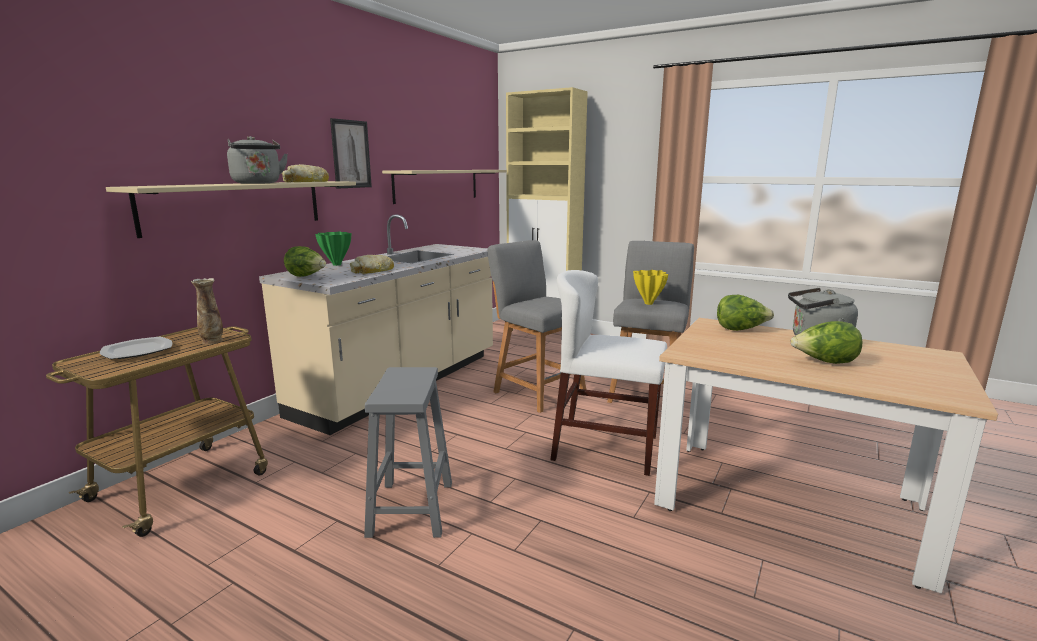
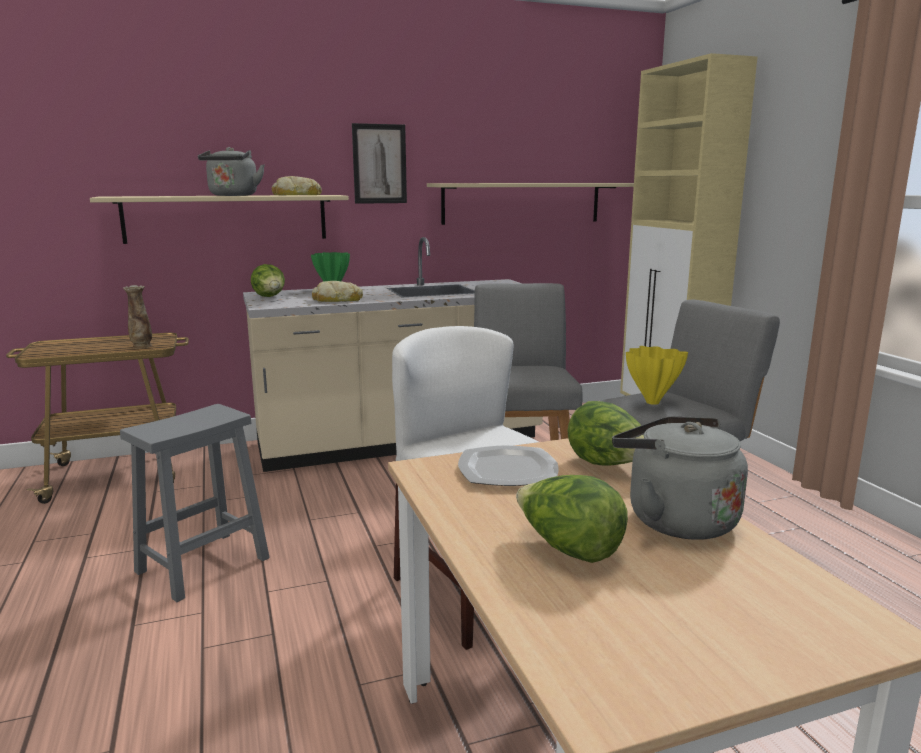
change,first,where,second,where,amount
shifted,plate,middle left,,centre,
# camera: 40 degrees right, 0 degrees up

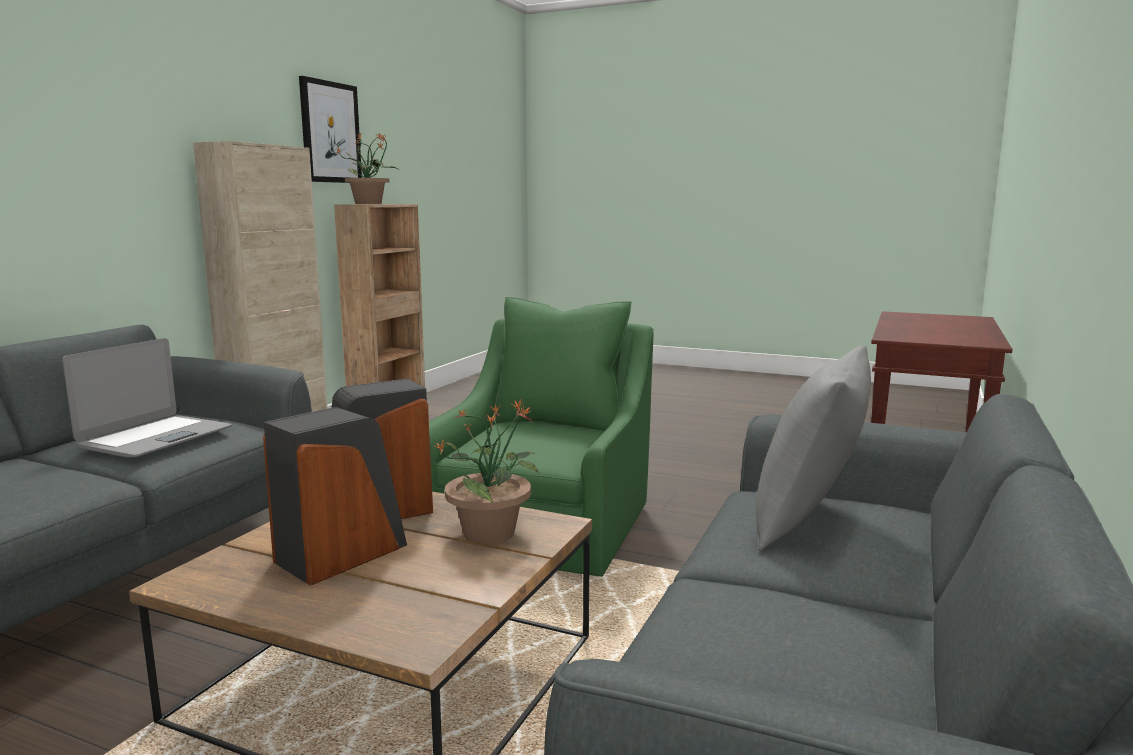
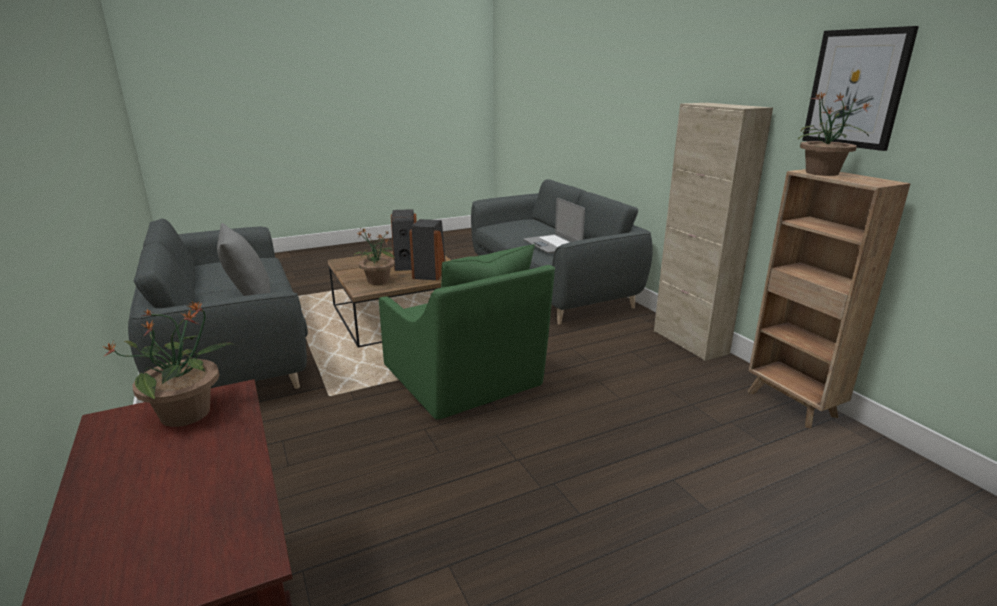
change,first,where,second,where,amount
new,,,potted plant (no. 1 from left),middle left,
# camera: 130 degrees right, 10 degrees up

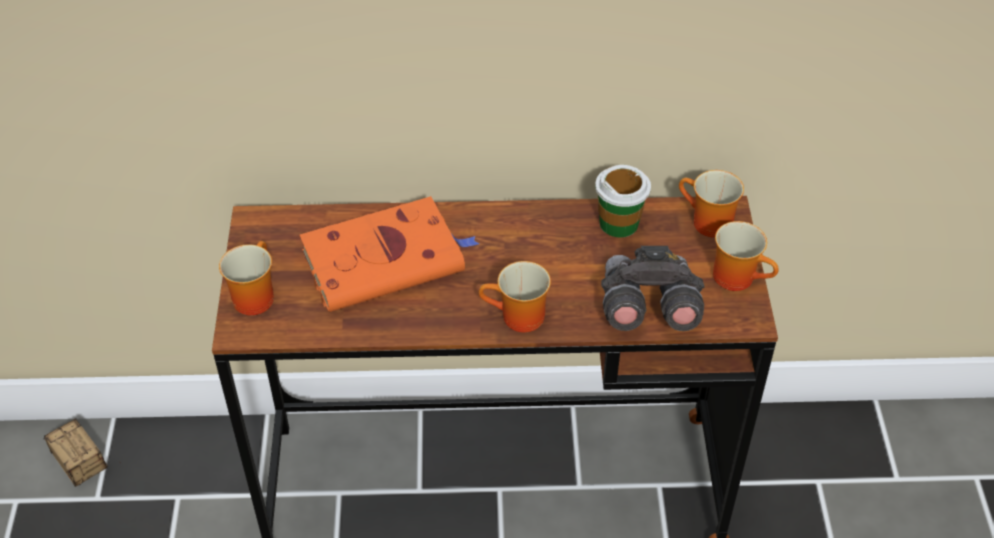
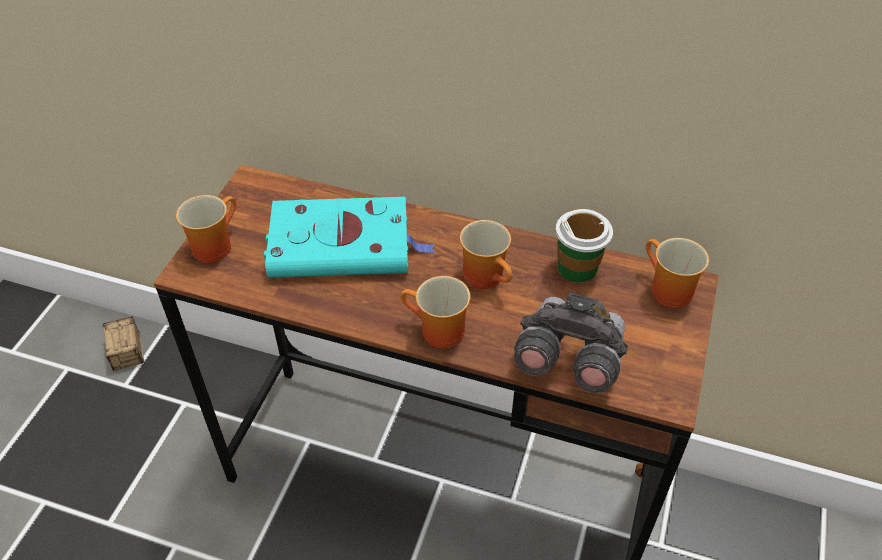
change,first,where,second,where,amount
repainted,book (orange),centre,book (turquoise),centre,
shifted,mug (no. 4 from left in the first image),middle right,mug (no. 3 from left),centre,
# camera: 20 degrees right, 0 degrees up

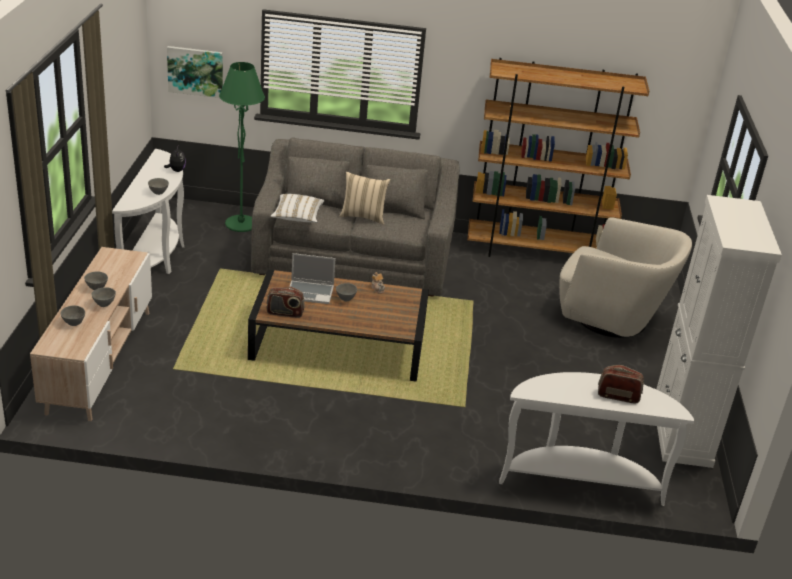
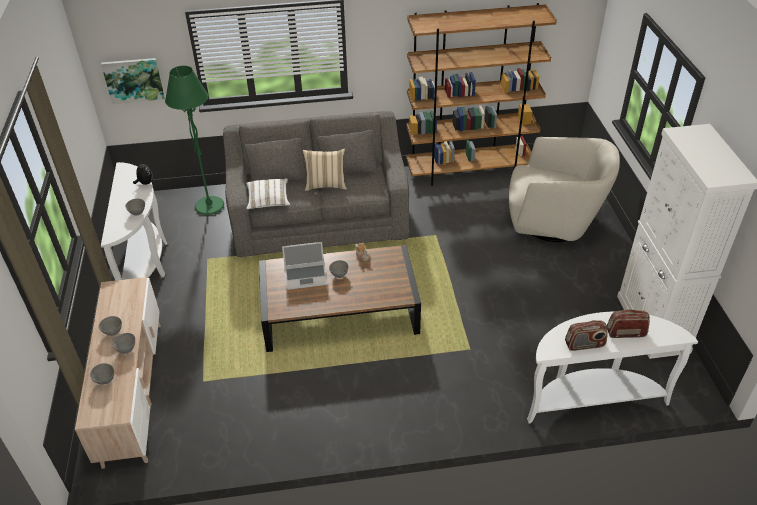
change,first,where,second,where,amount
shifted,radio (no. 1 from left),centre,,middle right,
# camera: 10 degrees left, 10 degrees up

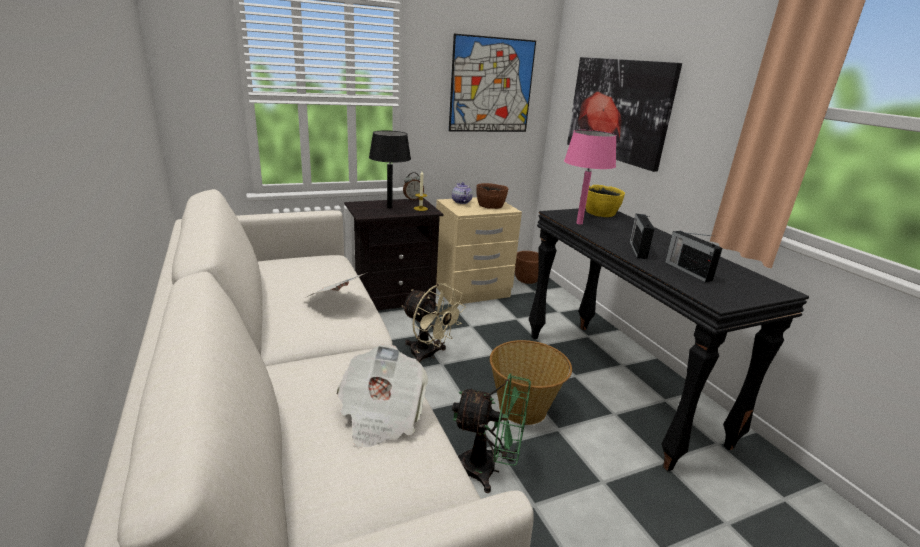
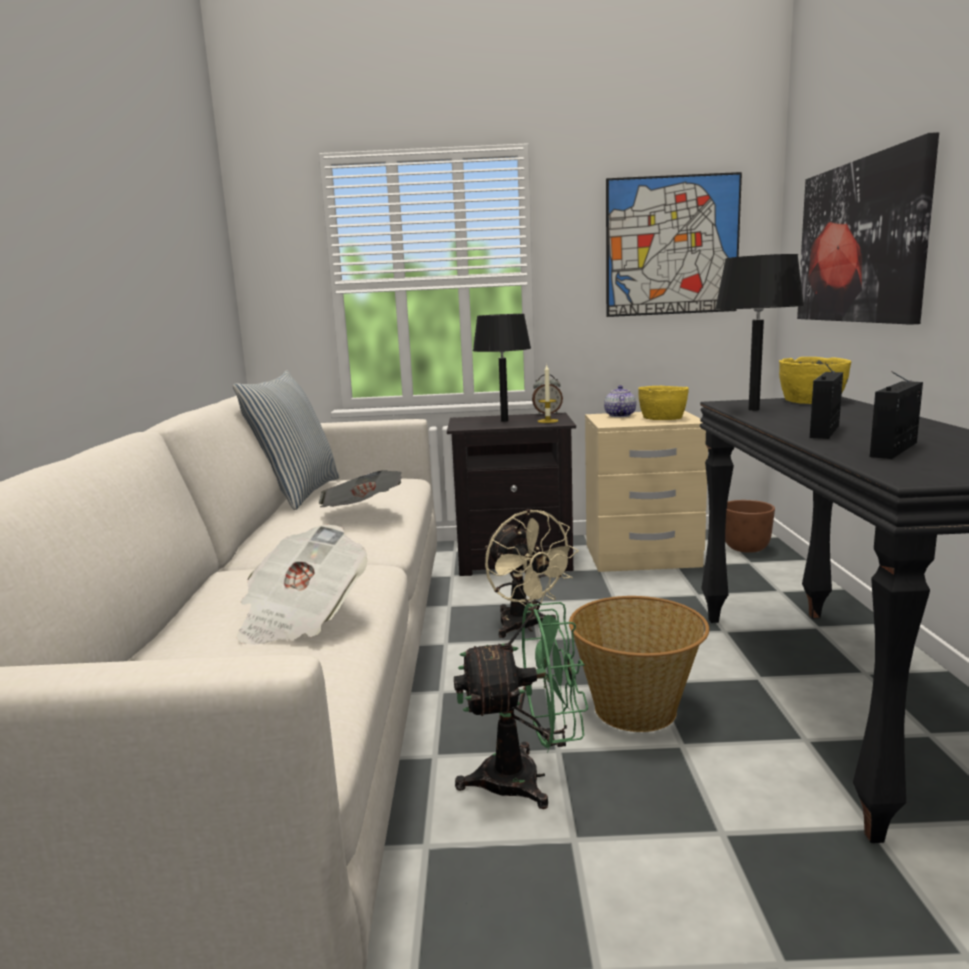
change,first,where,second,where,amount
rotated,fan (green),bottom centre,,bottom centre,45 degrees counterclockwise
repainted,bowl (brown),centre,bowl (yellow) (no. 1 from left),middle right,
repainted,table lamp (pink),top centre,table lamp (black) (no. 2 from left),middle right,
rotated,radio (no. 2 from left),middle right,,middle right,45 degrees clockwise
new,,,pillow,middle left,
# camera: 25 degrees right, 10 degrees down

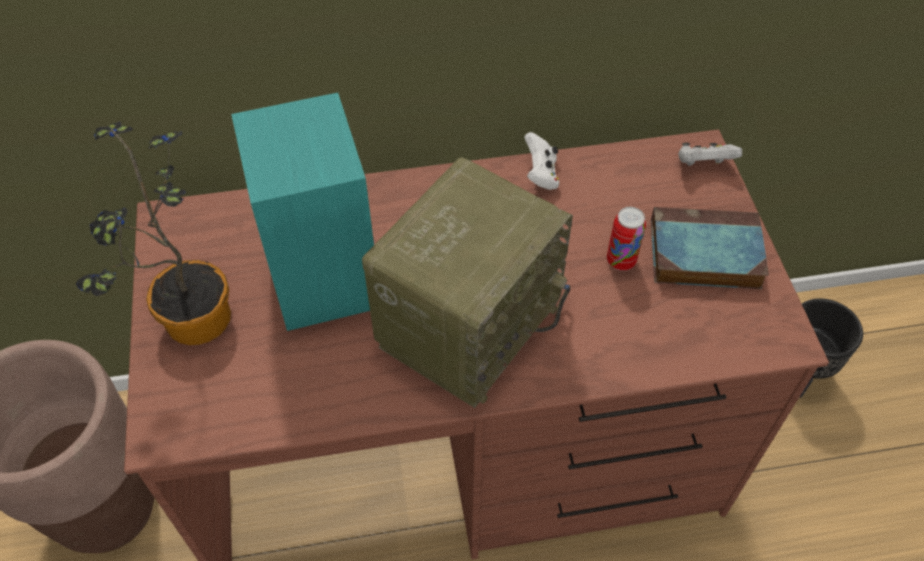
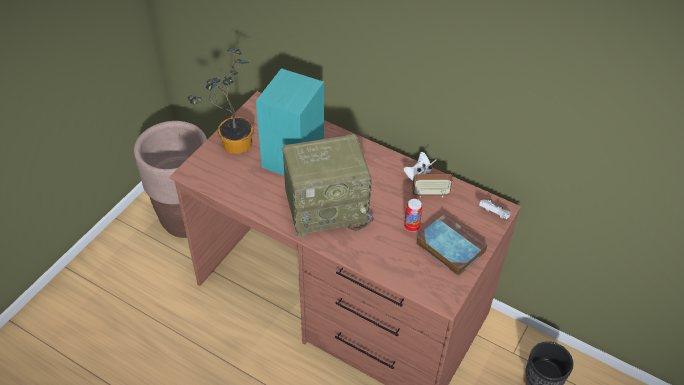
change,first,where,second,where,amount
new,,,radio (no. 2 from left),centre,
# camera: 40 degrees right, 5 degrees down

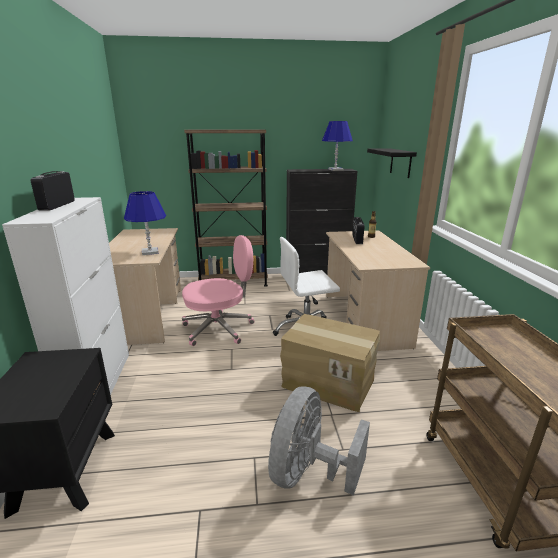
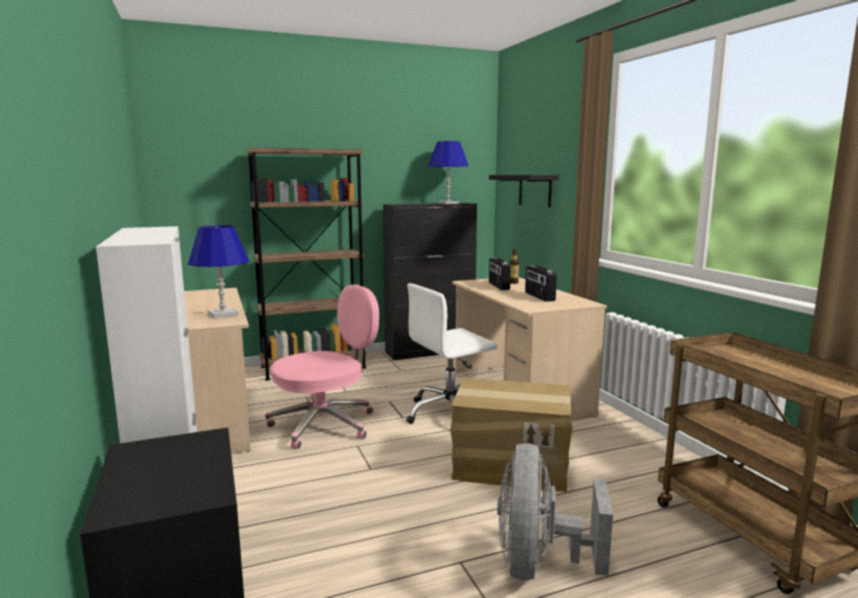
change,first,where,second,where,amount
shifted,radio (no. 1 from left in the first image),middle left,radio (no. 2 from left),centre,
# camera: 15 degrees left, 10 degrees down

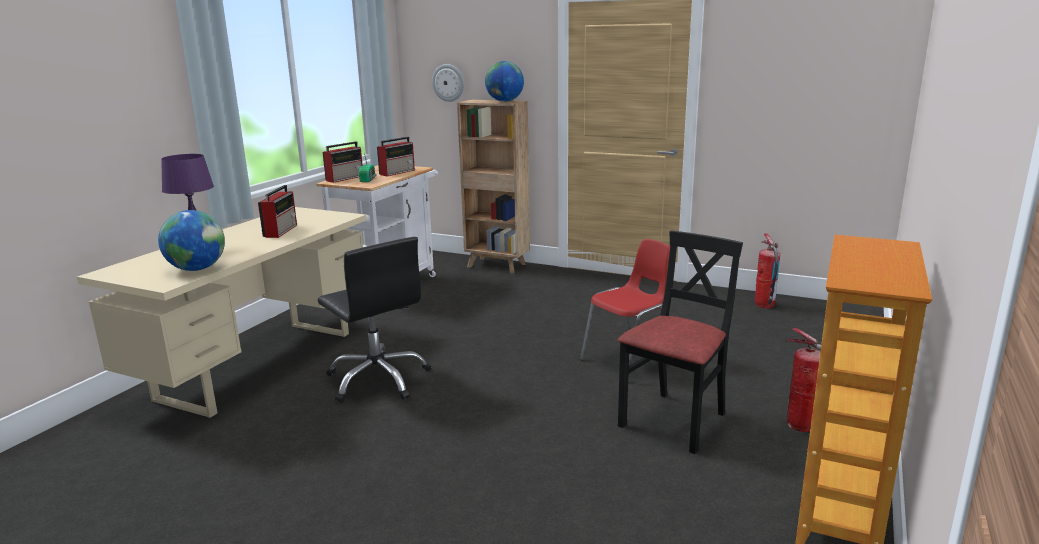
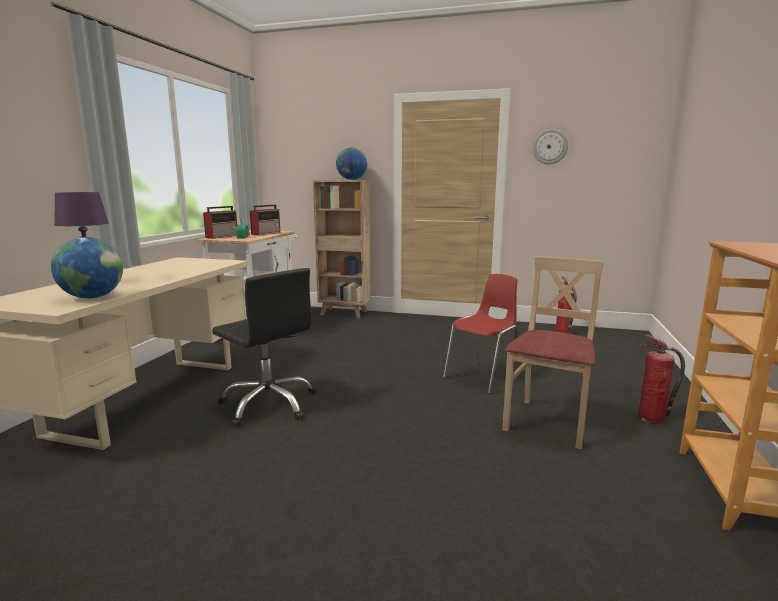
change,first,where,second,where,amount
gone,radio (no. 1 from left),middle left,,,
shifted,wall clock,top centre,,top right,
repainted,chair (black),centre,chair (beige),middle right,
# camera: 10 degrees left, 5 degrees down

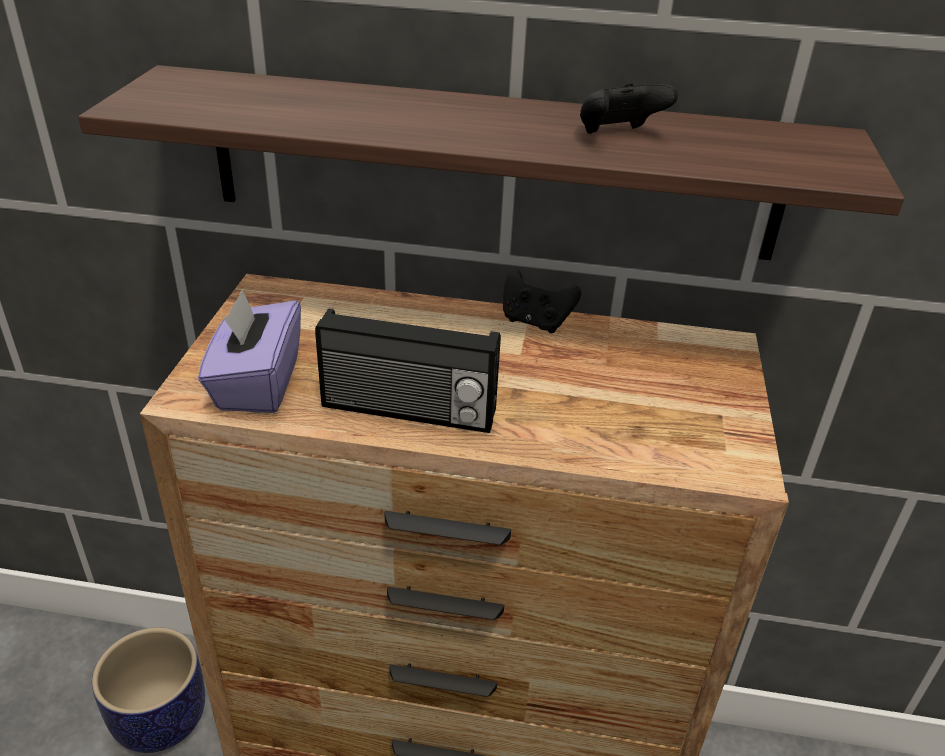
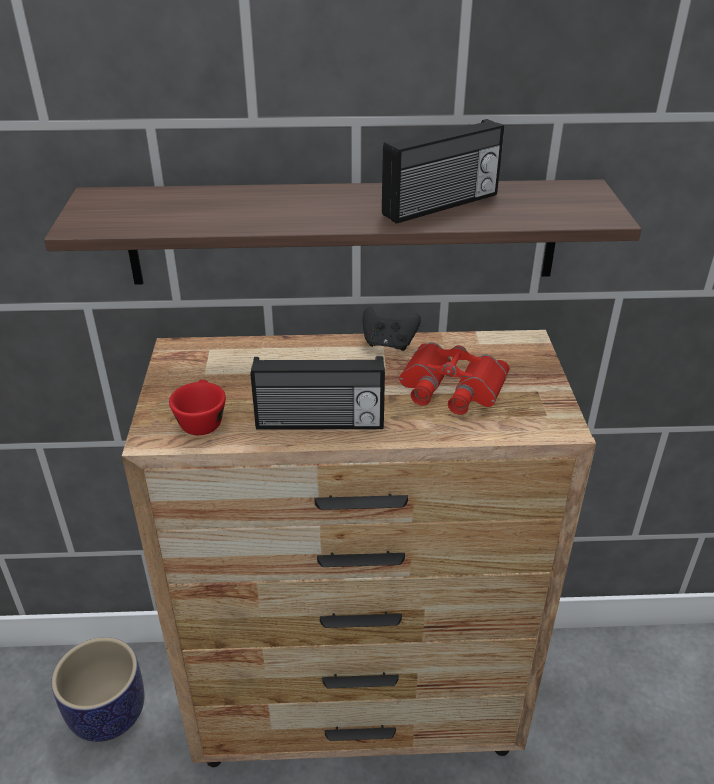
change,first,where,second,where,amount
swapped,tissue box (purple),middle left,cup (red),middle left,
swapped,game controller (black) (no. 2 from left),top centre,radio (no. 2 from left),top centre,
new,,,binoculars (red),centre,
# camera: 10 degrees left, 0 degrees up

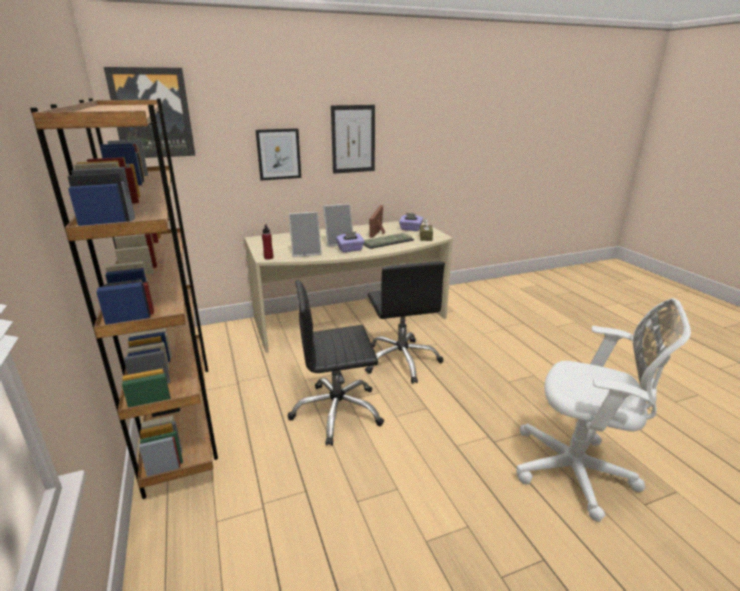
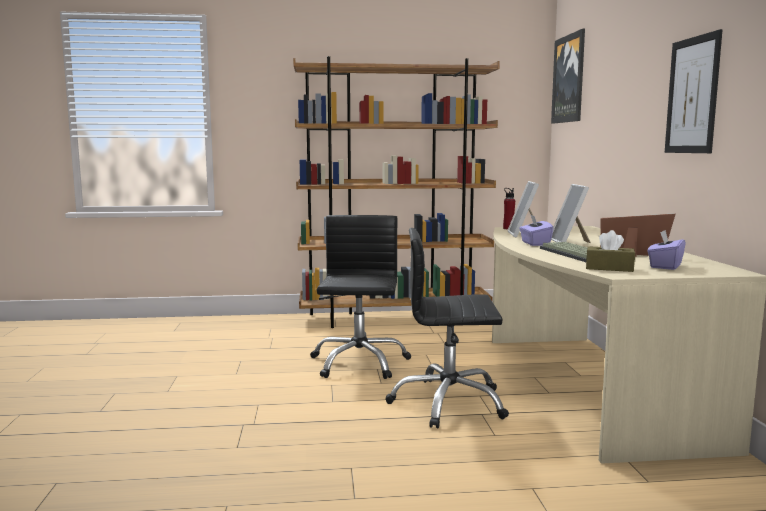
change,first,where,second,where,amount
gone,picture (no. 2 from left),top centre,,,
gone,office chair (white),bottom right,,,
# camera: 105 degrees right, 15 degrees down

